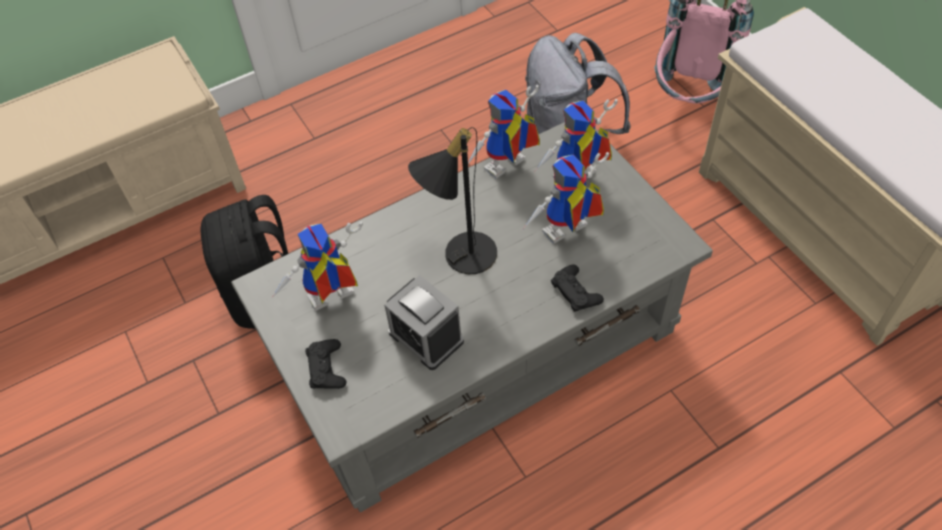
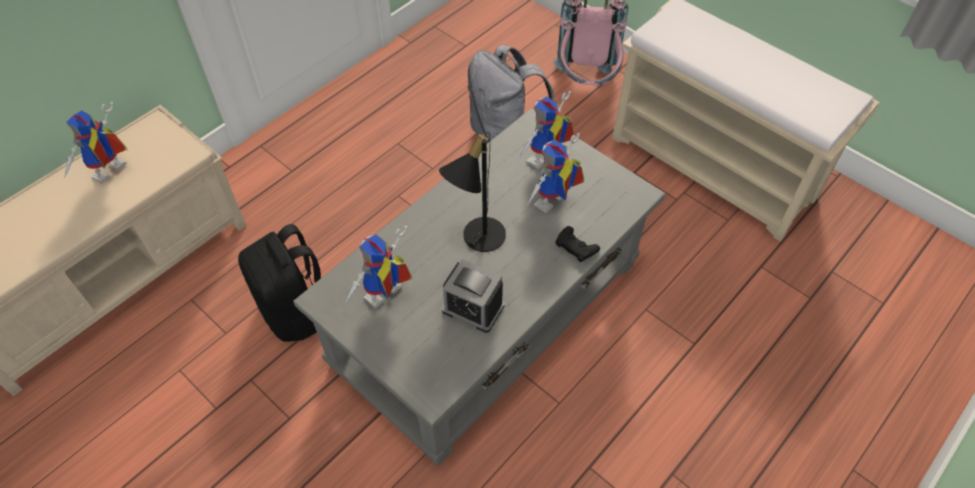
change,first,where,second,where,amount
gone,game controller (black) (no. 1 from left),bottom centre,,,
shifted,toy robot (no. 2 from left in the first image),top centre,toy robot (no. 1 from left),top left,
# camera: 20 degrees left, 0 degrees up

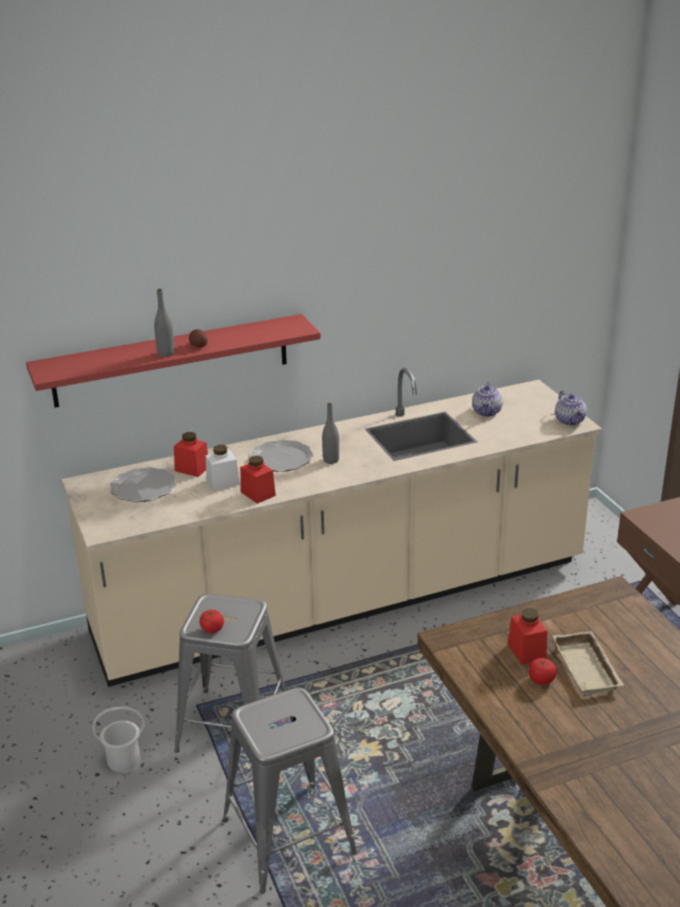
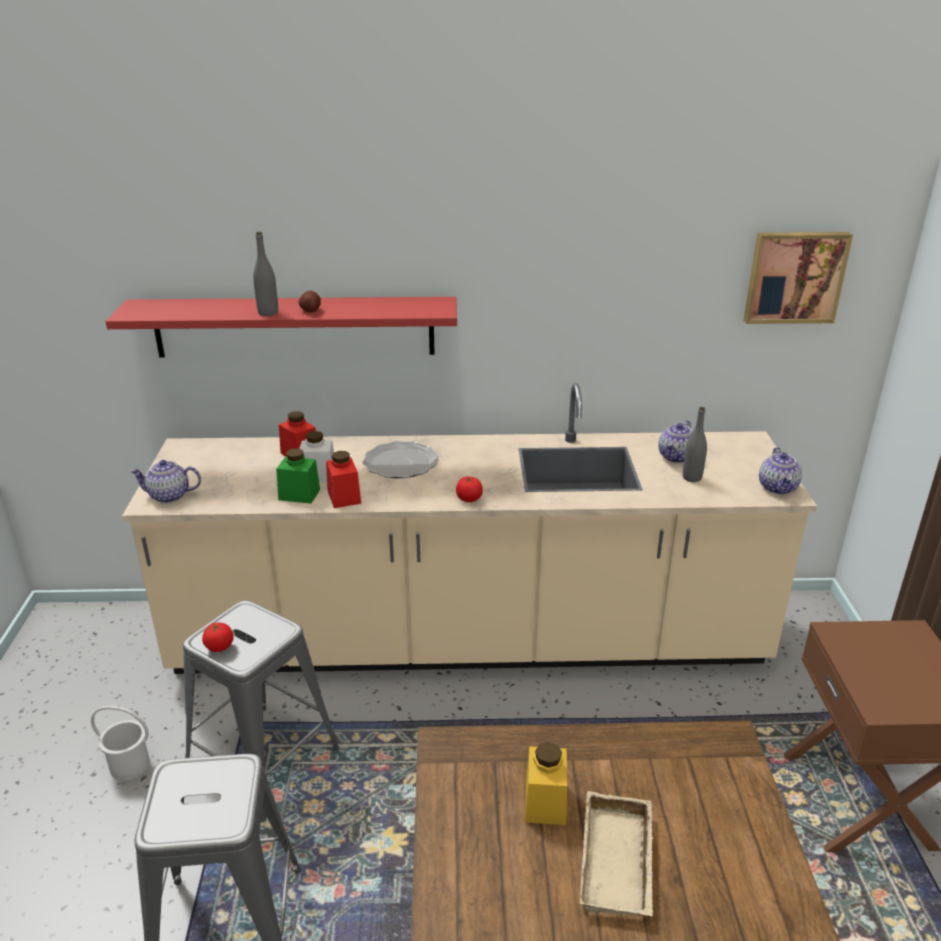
change,first,where,second,where,amount
gone,plate (no. 1 from left),middle left,,,
shifted,bottle (grey) (no. 2 from left),centre,,middle right,
repainted,jar (red) (no. 3 from left),bottom right,jar (yellow),bottom centre,
shifted,tomato (no. 2 from left),bottom right,,centre,
new,,,teapot (no. 1 from left),middle left,
new,,,jar (green),middle left,
new,,,picture,top right,
# camera: 20 degrees right, 0 degrees up

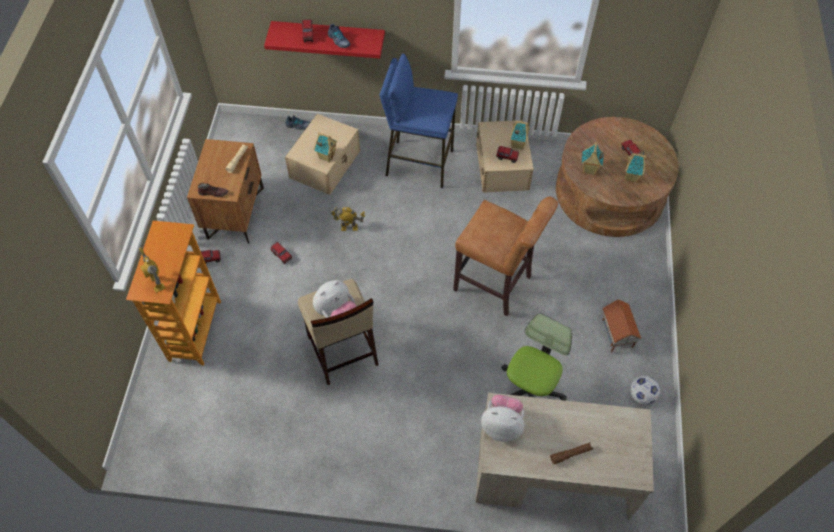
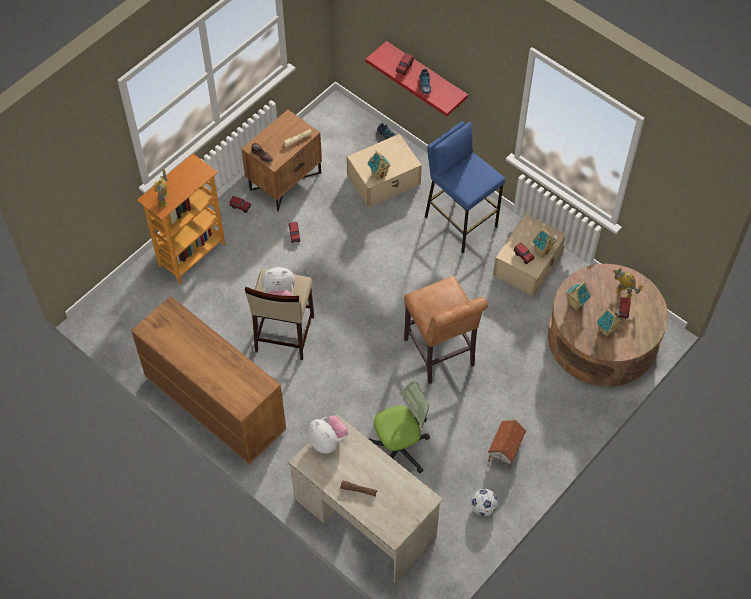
change,first,where,second,where,amount
shifted,toy robot (no. 2 from left),centre,,middle right,
new,,,dresser (brown),middle left,
# camera: 35 degrees right, 0 degrees up

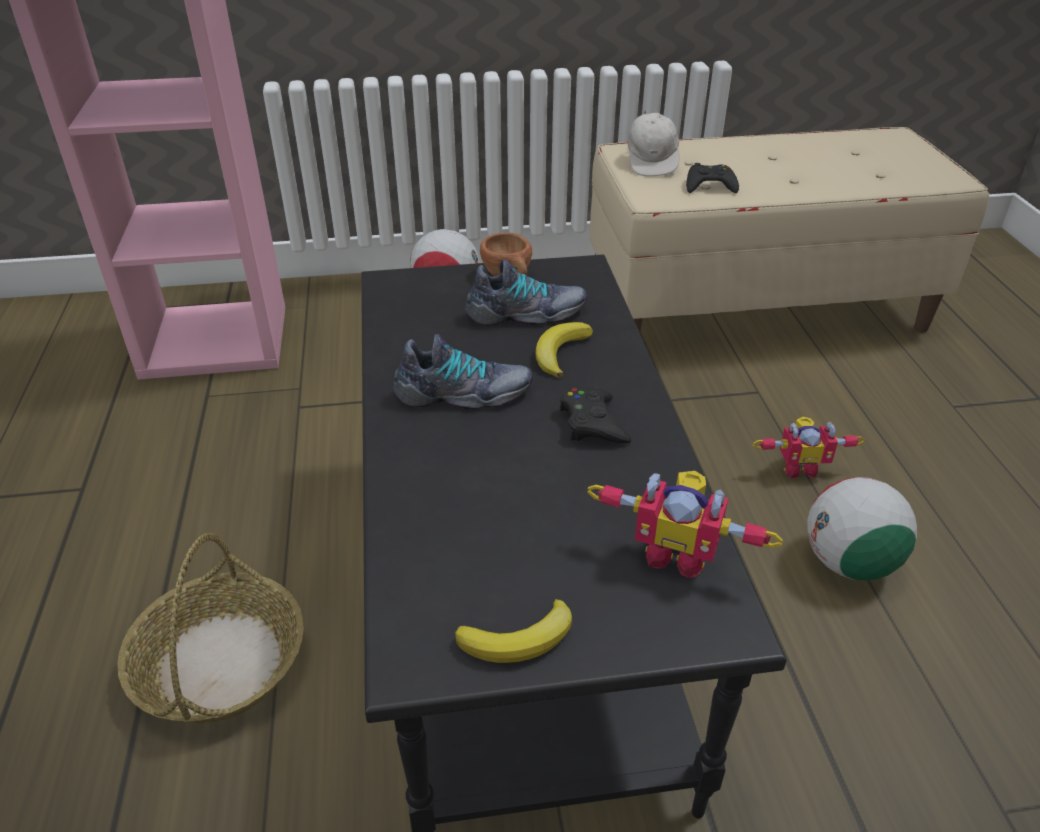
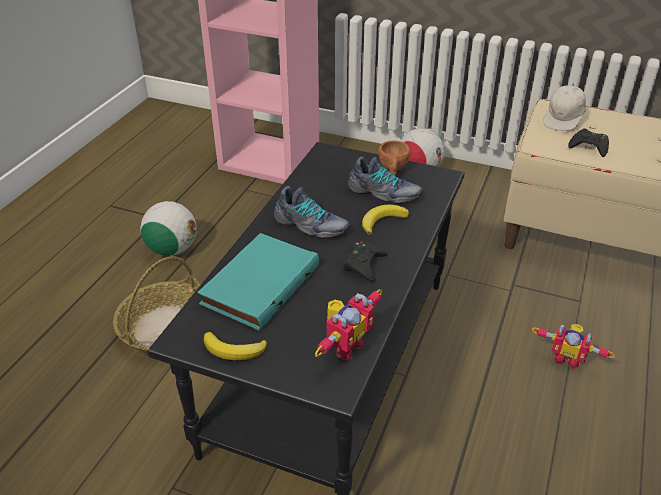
change,first,where,second,where,amount
rotated,toy robot (no. 1 from left),centre,,centre,105 degrees counterclockwise
shifted,football (no. 2 from left in the first image),middle right,football (no. 1 from left),middle left,
new,,,book (turquoise),centre,
# camera: 30 degrees right, 0 degrees up

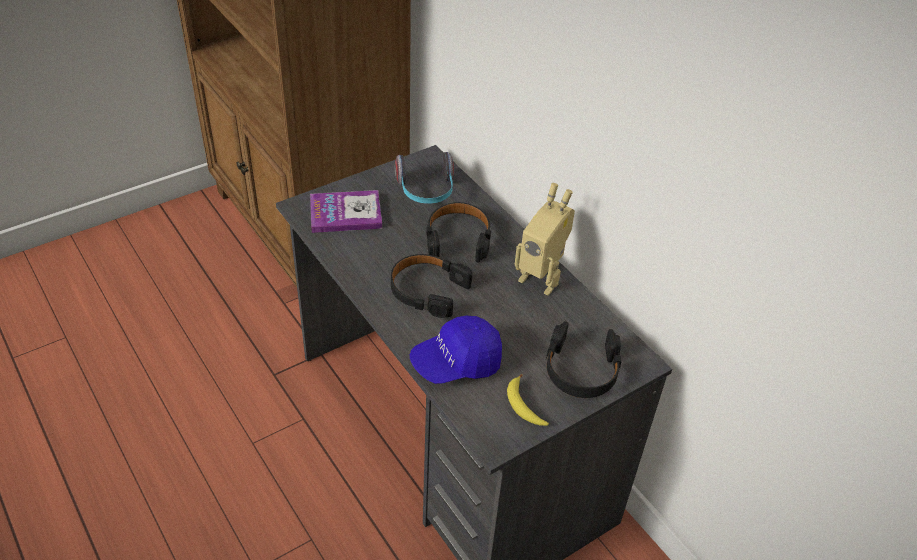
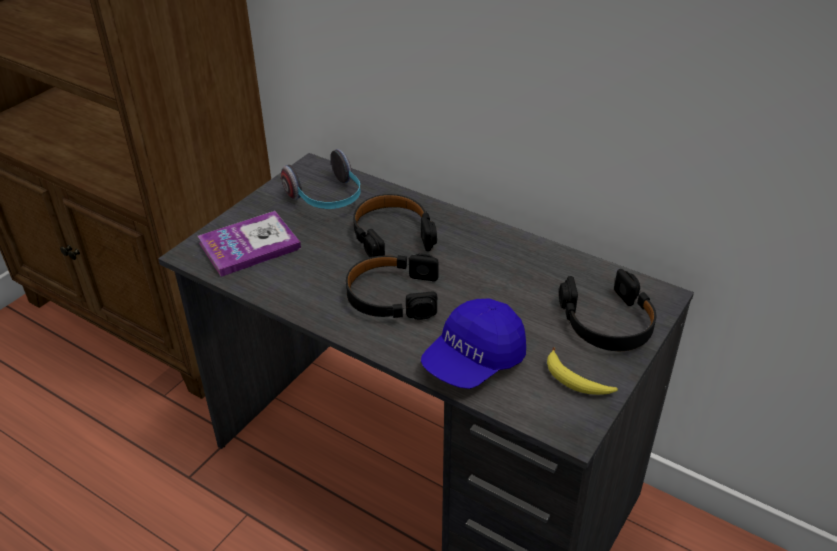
change,first,where,second,where,amount
gone,toy robot,centre,,,
# camera: 20 degrees left, 5 degrees down

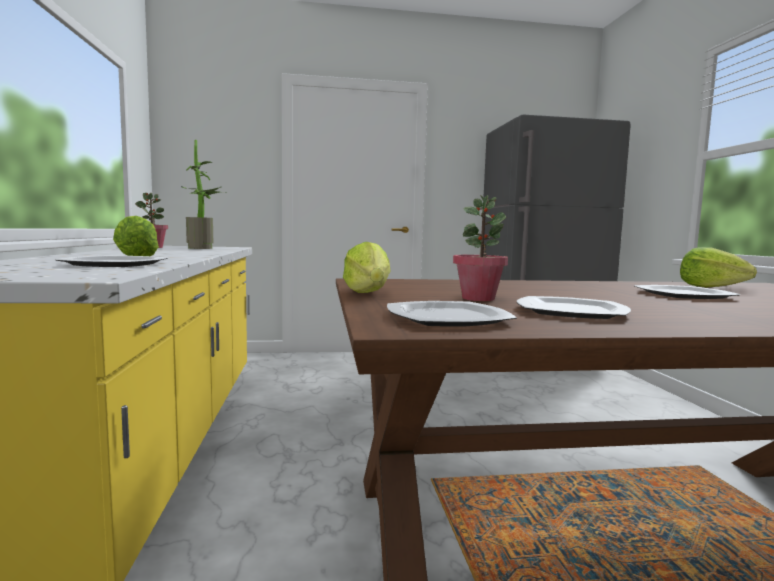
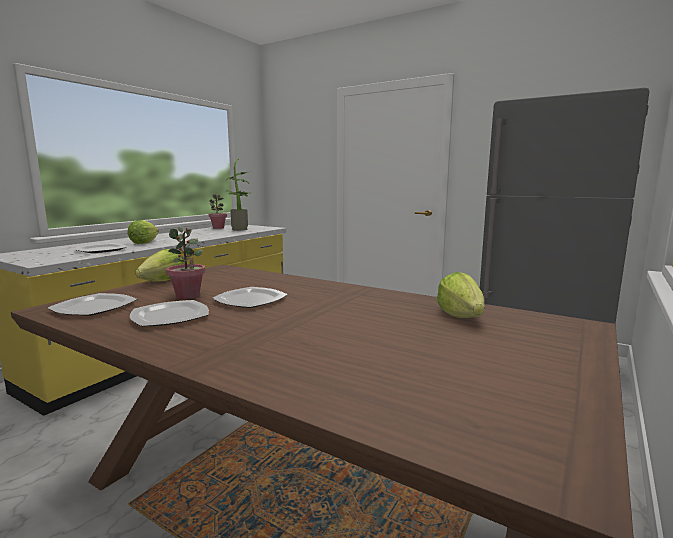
change,first,where,second,where,amount
shifted,plate (no. 4 from left),middle right,,centre,
# camera: 40 degrees right, 5 degrees up

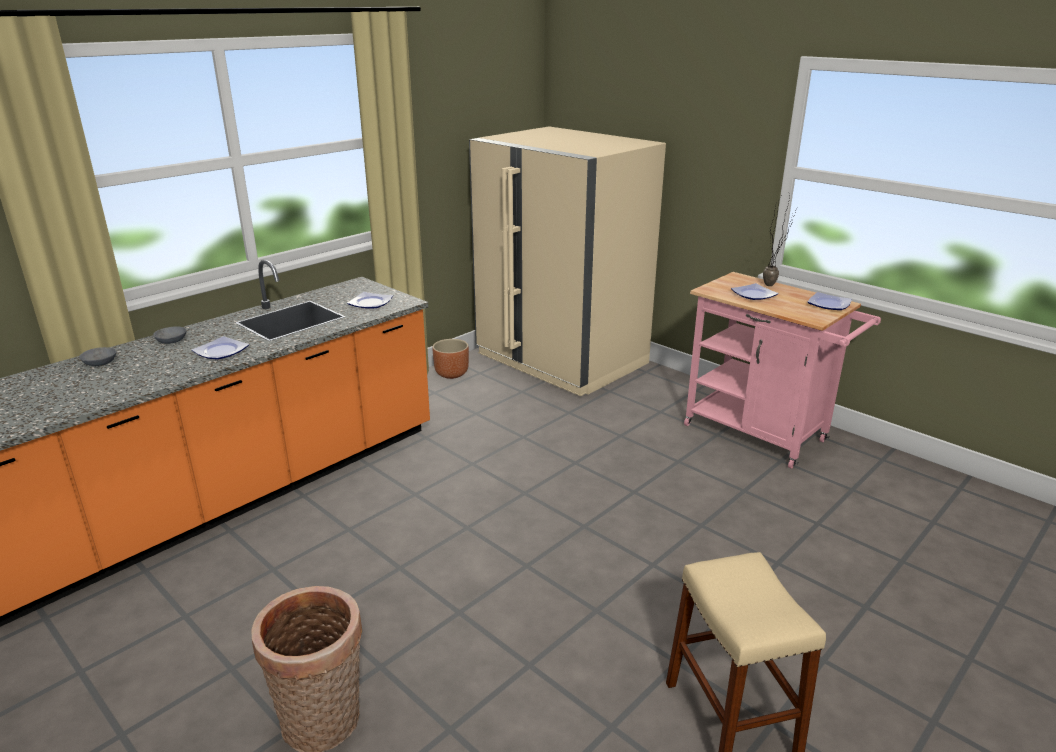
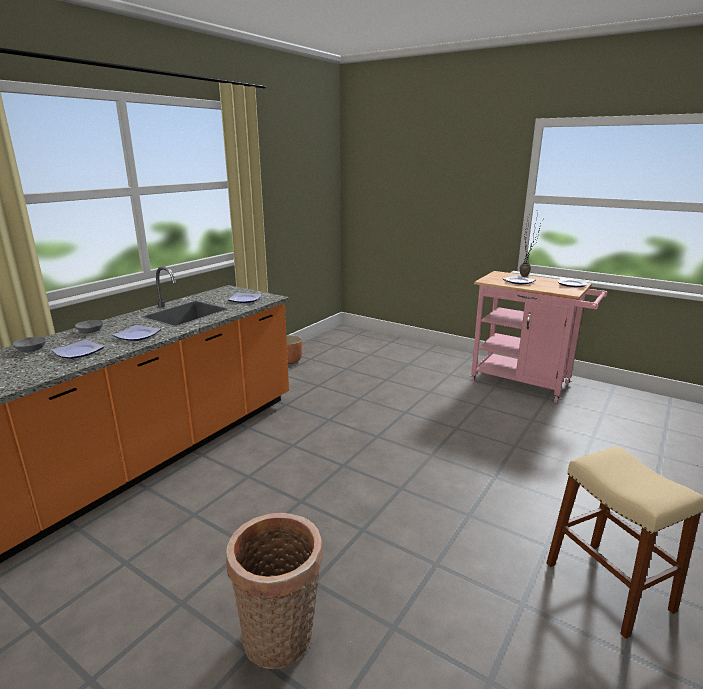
change,first,where,second,where,amount
gone,fridge (beige),centre,,,
new,,,plate (no. 1 from left),middle left,
# camera: 10 degrees left, 5 degrees down

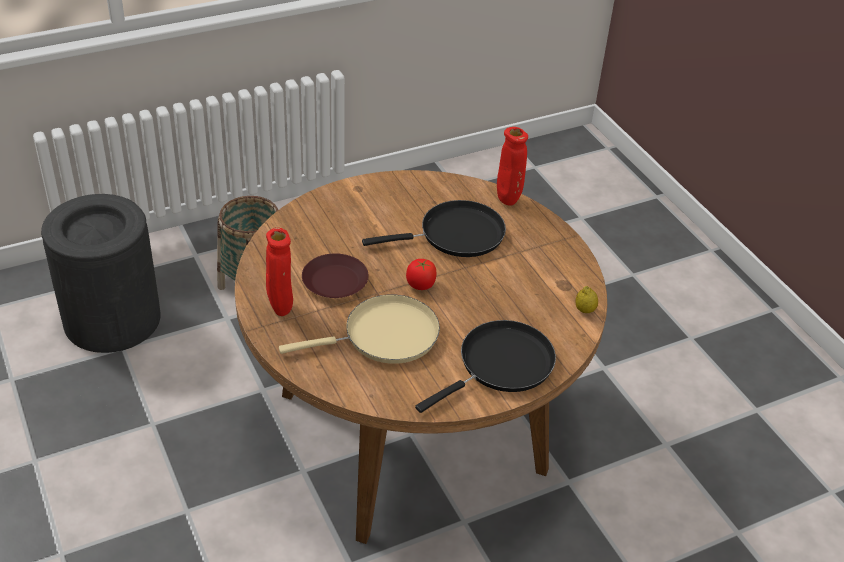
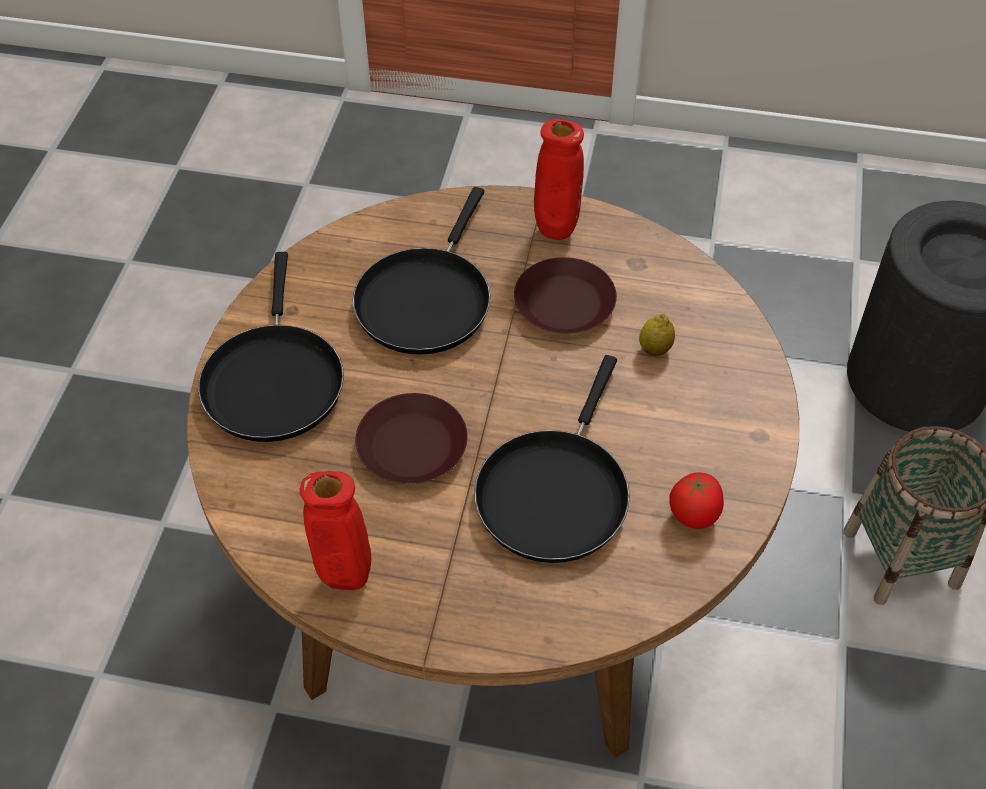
change,first,where,second,where,amount
repainted,frying pan (beige),centre,frying pan (black) (no. 2 from left),centre,
shifted,tomato,centre,,middle right,
shifted,vase (red) (no. 2 from left in the first image),top centre,vase (red) (no. 1 from left),bottom centre,
shifted,lemon,middle right,,centre,
new,,,plate (brown) (no. 1 from left),centre,
# camera: 130 degrees right, 10 degrees up

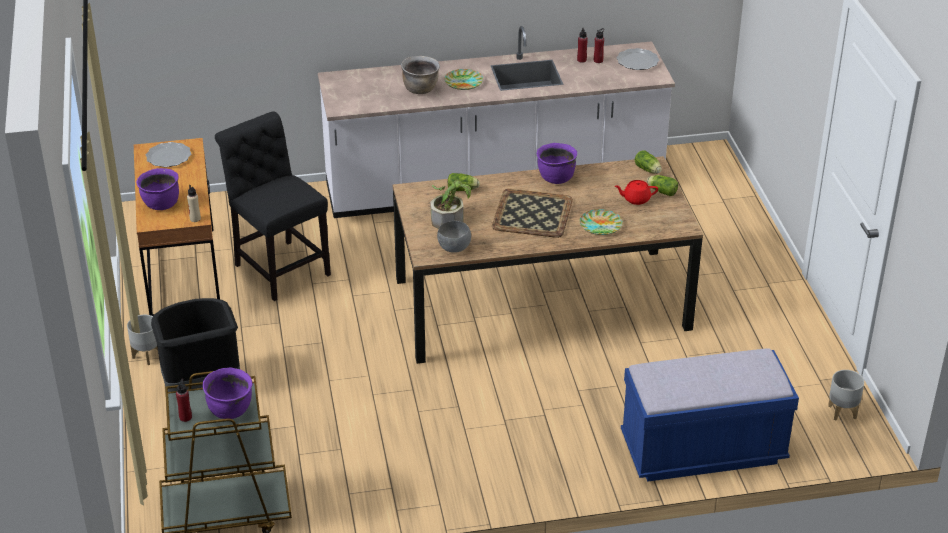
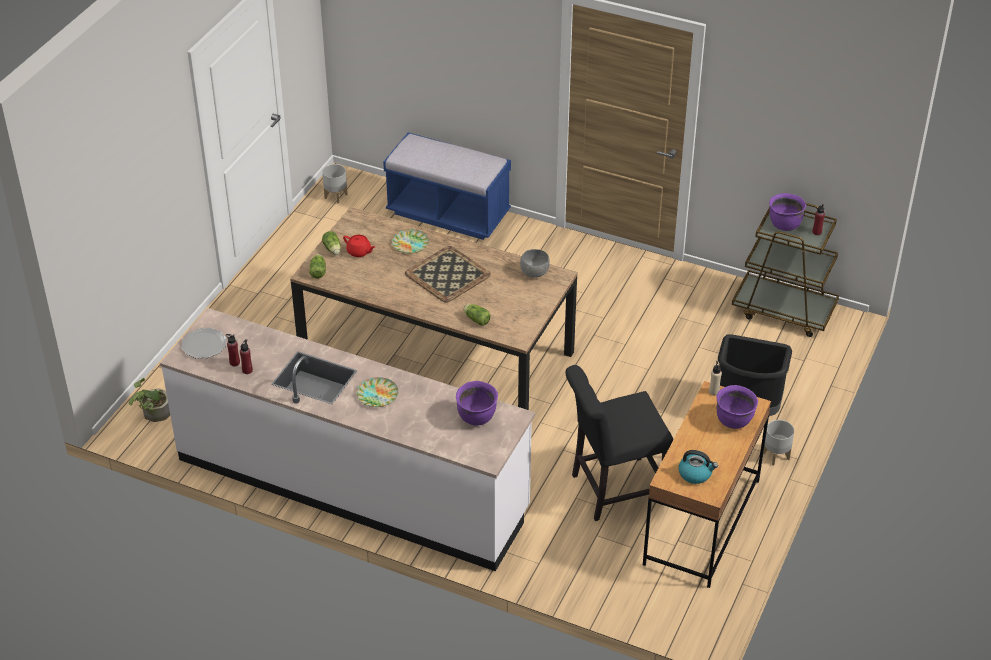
change,first,where,second,where,amount
swapped,plate (no. 1 from left),top left,kettle,bottom right,
rotated,chair (black),middle left,,bottom centre,75 degrees clockwise
gone,cooking pot (brown),top centre,,,
shifted,potted plant,centre,,middle left,
shifted,cooking pot (purple) (no. 3 from left in the first image),top centre,cooking pot (purple) (no. 1 from left),centre,
# camera: 145 degrees left, 5 degrees up

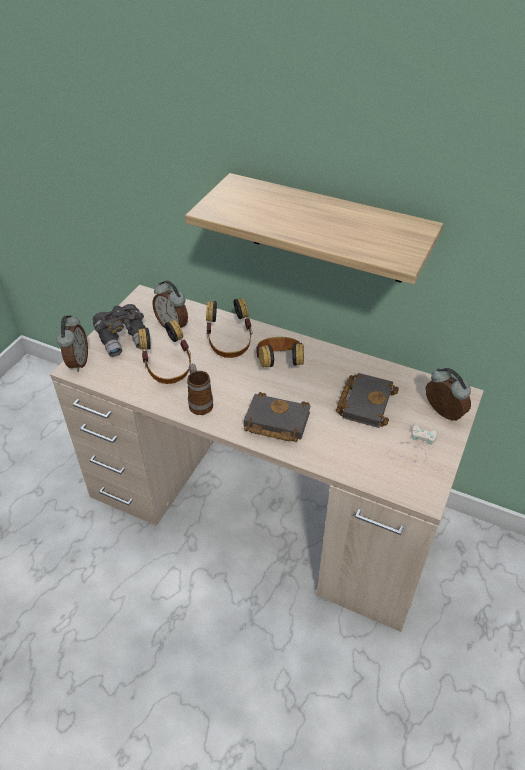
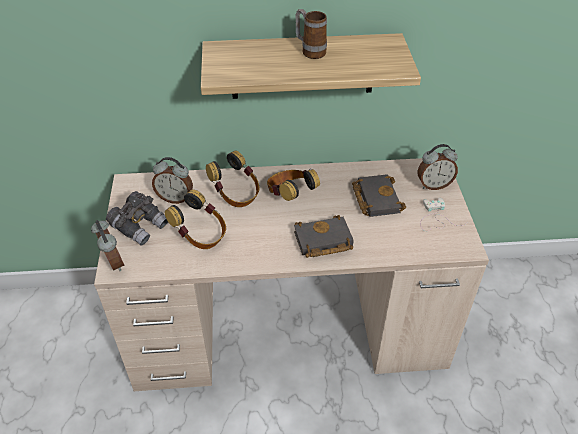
change,first,where,second,where,amount
shifted,mug,centre,,top centre,
rotated,alarm clock (no. 3 from left),middle right,,middle right,150 degrees clockwise
# camera: 30 degrees left, 0 degrees up

